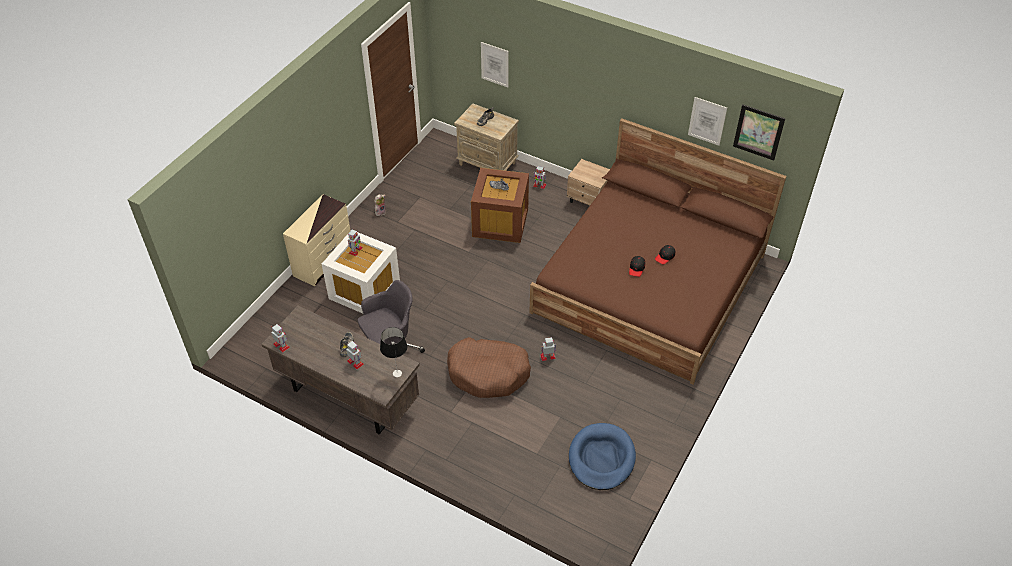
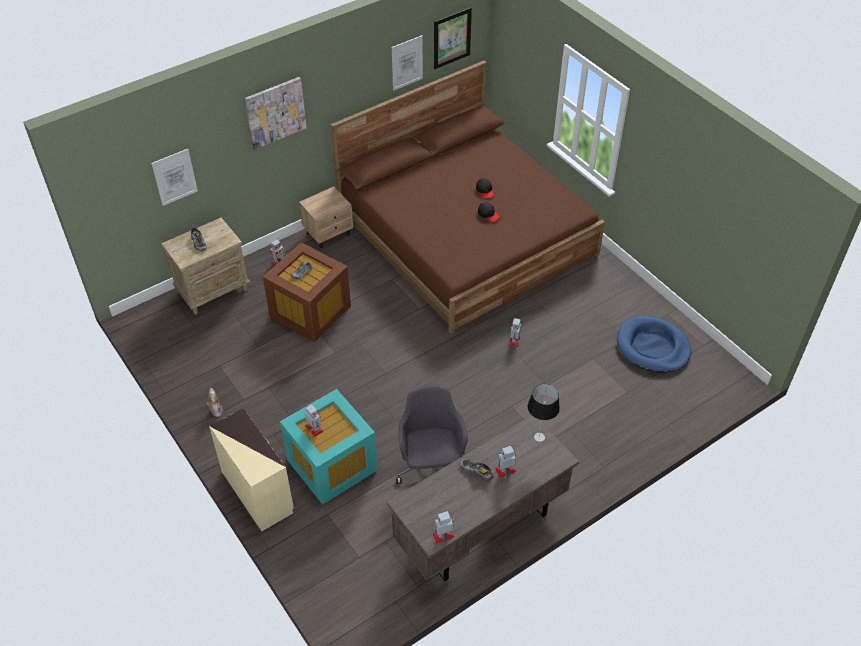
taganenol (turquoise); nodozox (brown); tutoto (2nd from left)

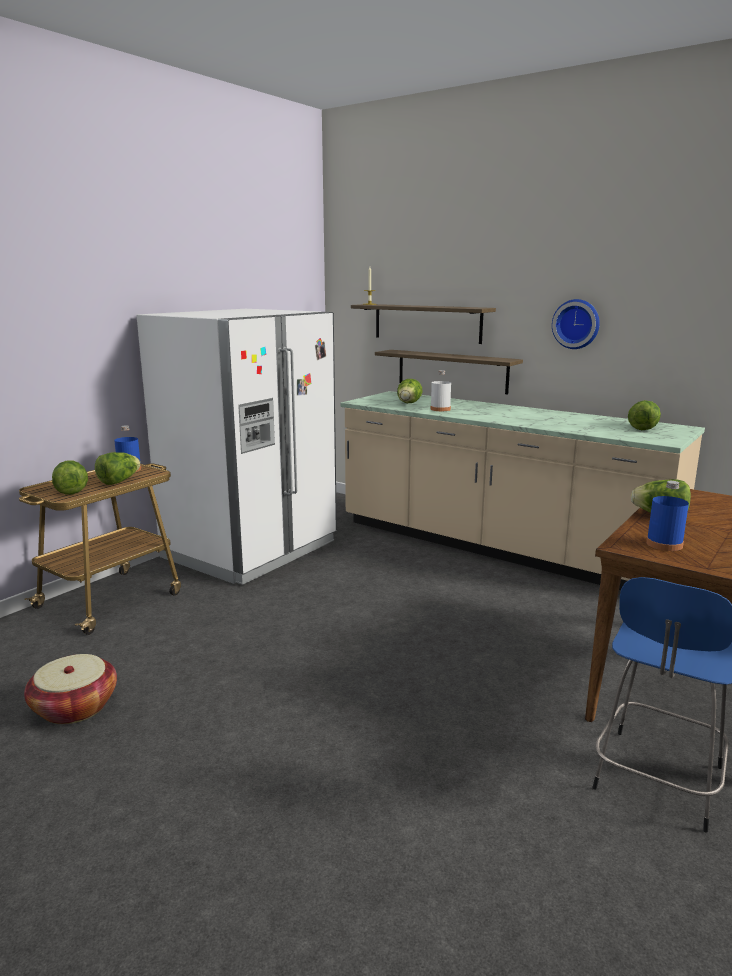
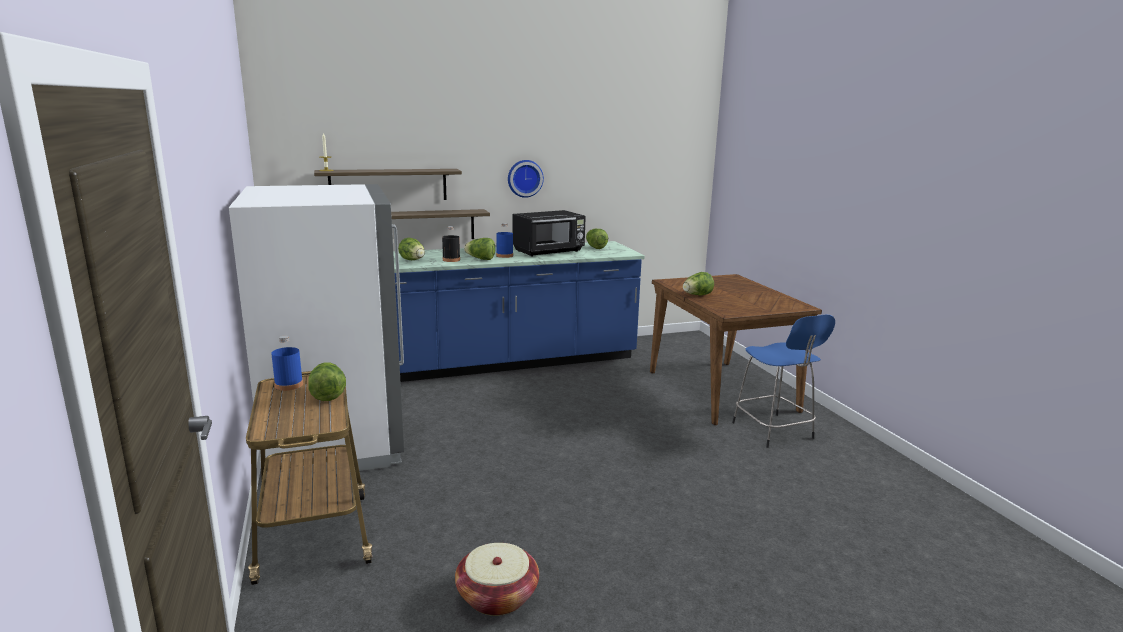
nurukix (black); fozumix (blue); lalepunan (3rd from left); nurukix (blue) (2nd from left); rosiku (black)

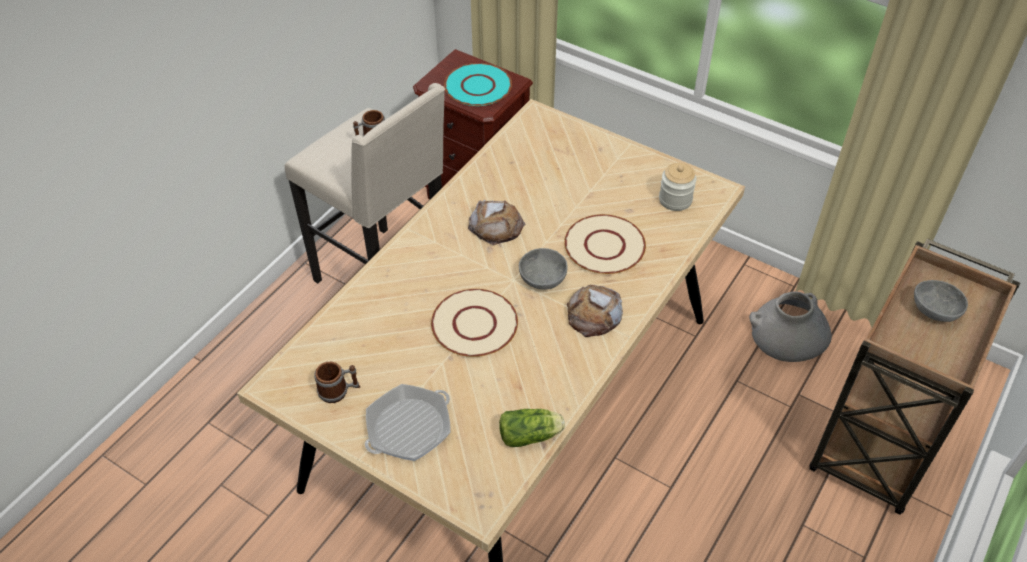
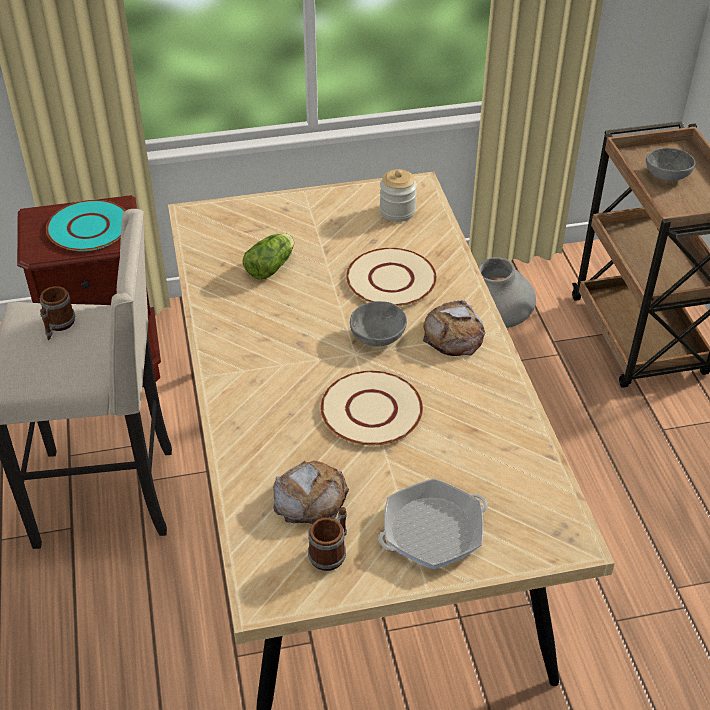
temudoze (1st from left); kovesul; lalepunan

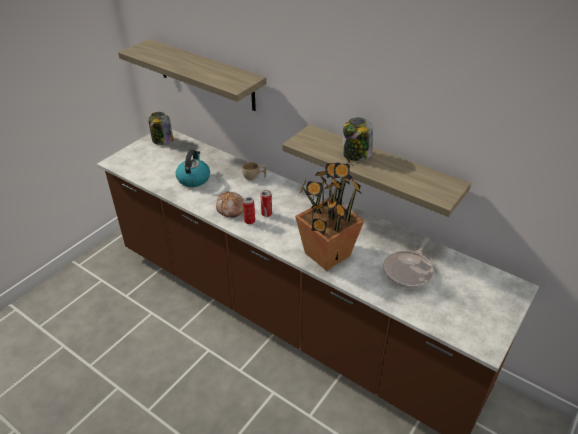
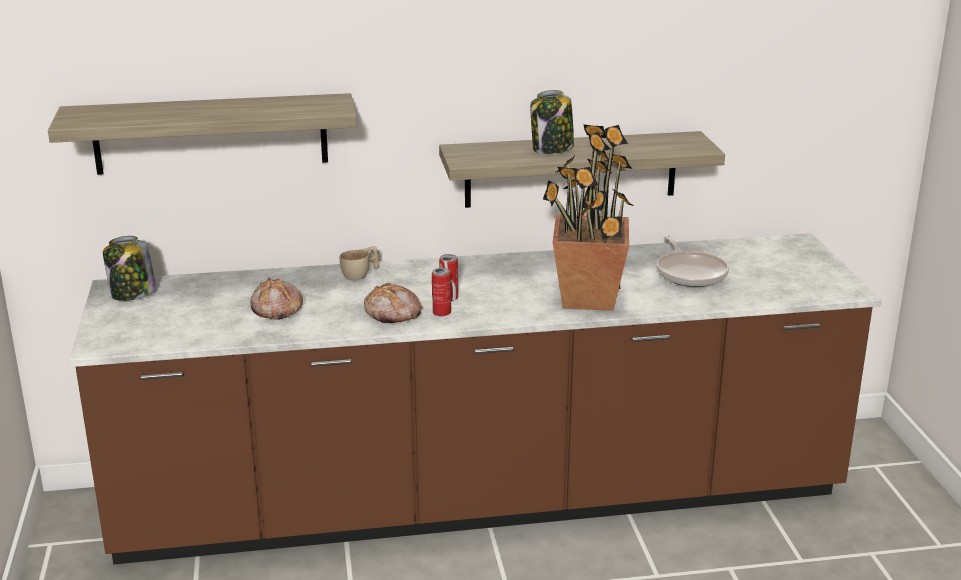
temudoze (1st from left)

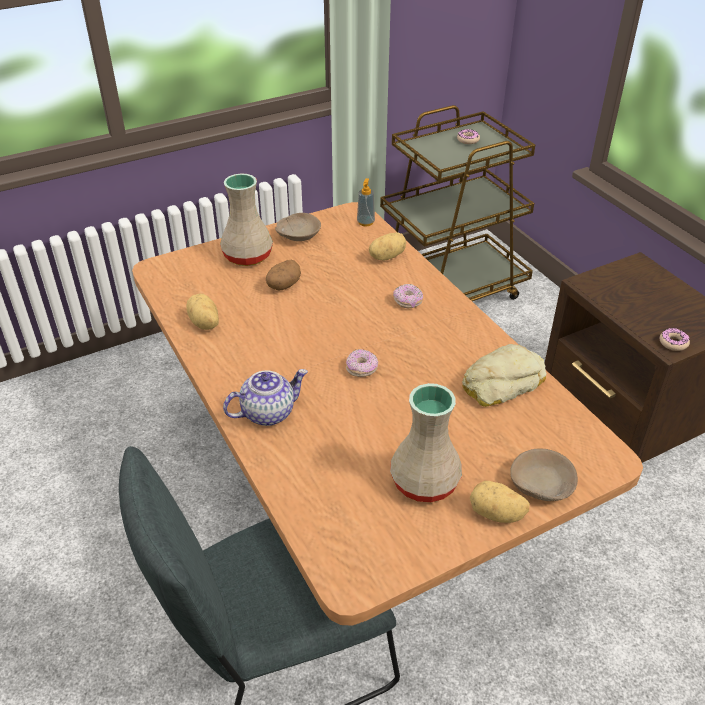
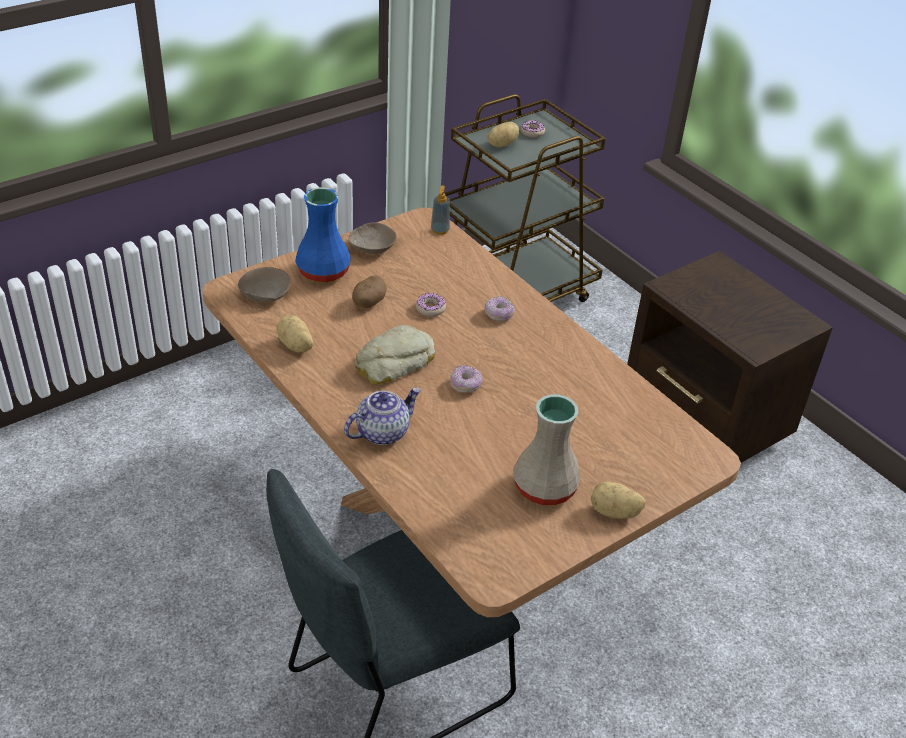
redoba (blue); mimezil (3rd from left); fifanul (1st from left); temudoze; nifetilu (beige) (1st from left)

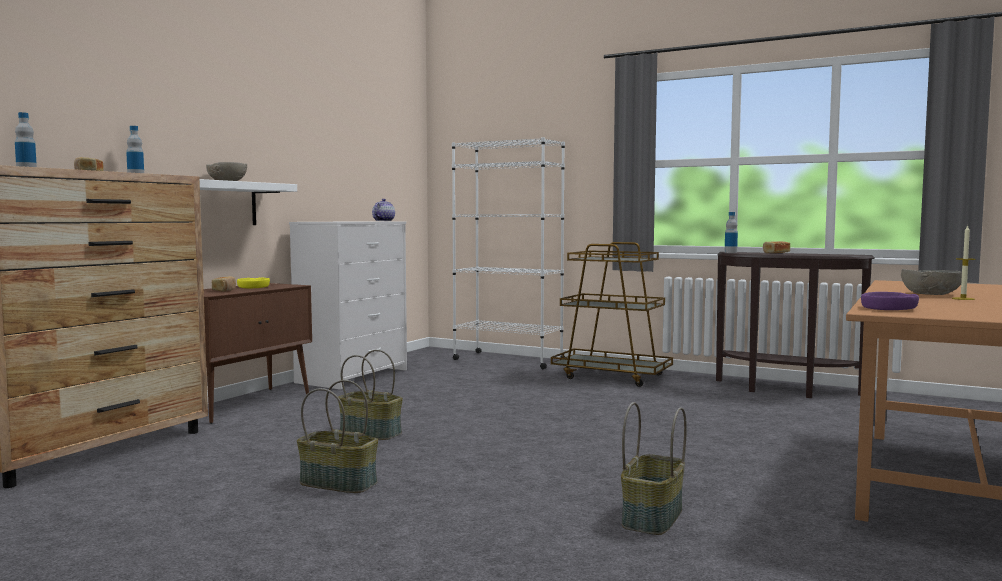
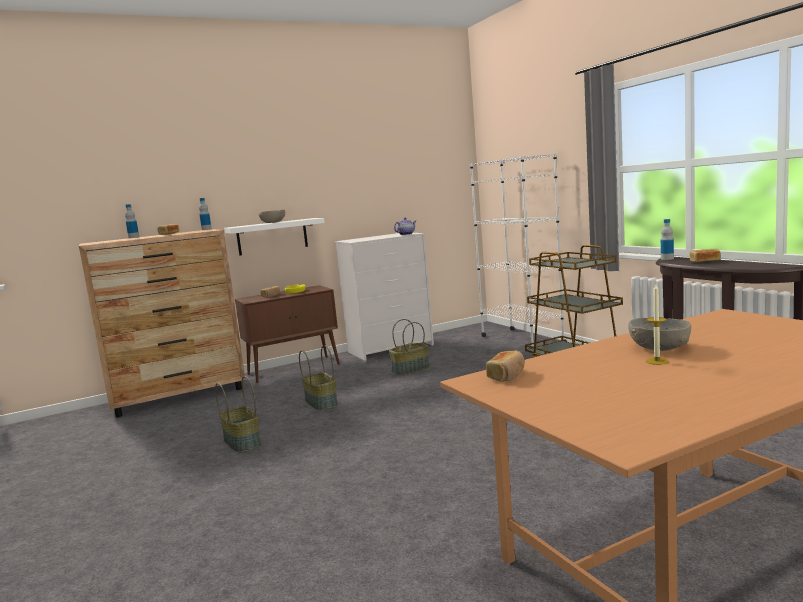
temudoze (3rd from left); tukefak (3rd from left)

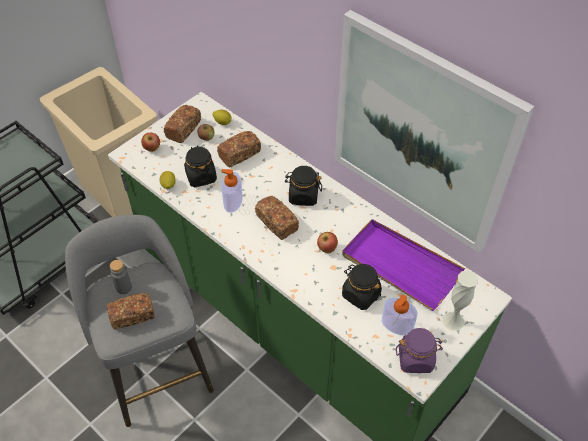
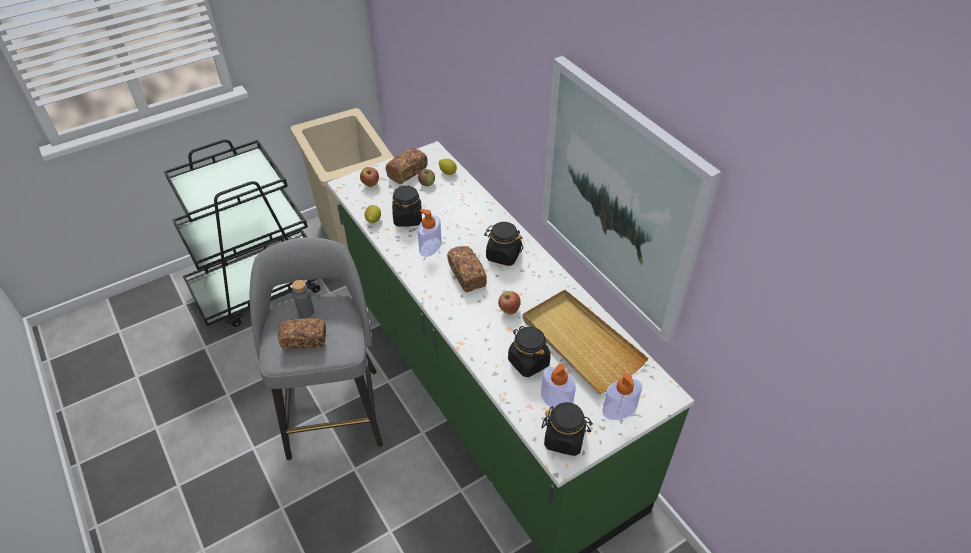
temudoze (3rd from left in the first image); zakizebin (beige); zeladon (3rd from left); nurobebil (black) (4th from left)

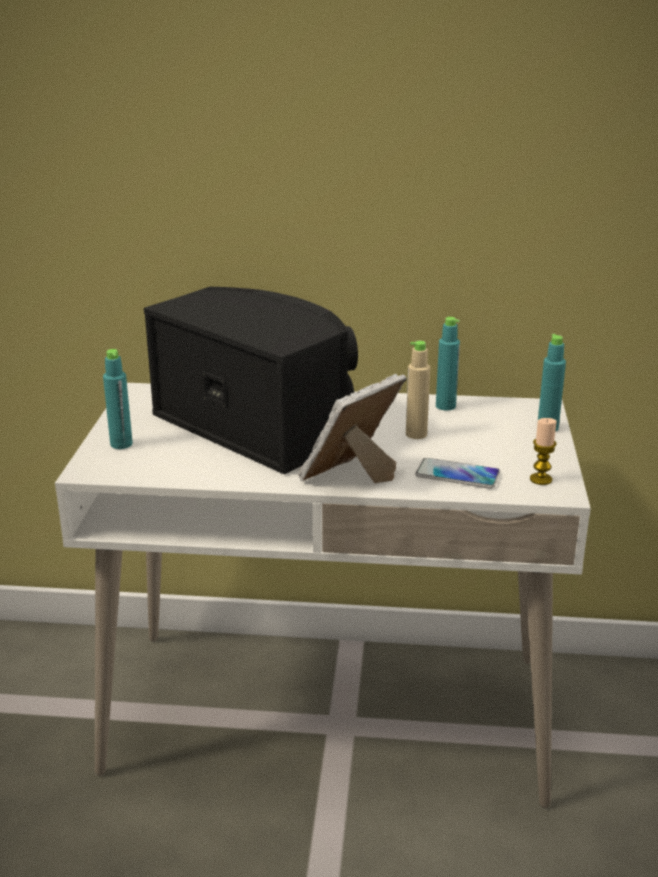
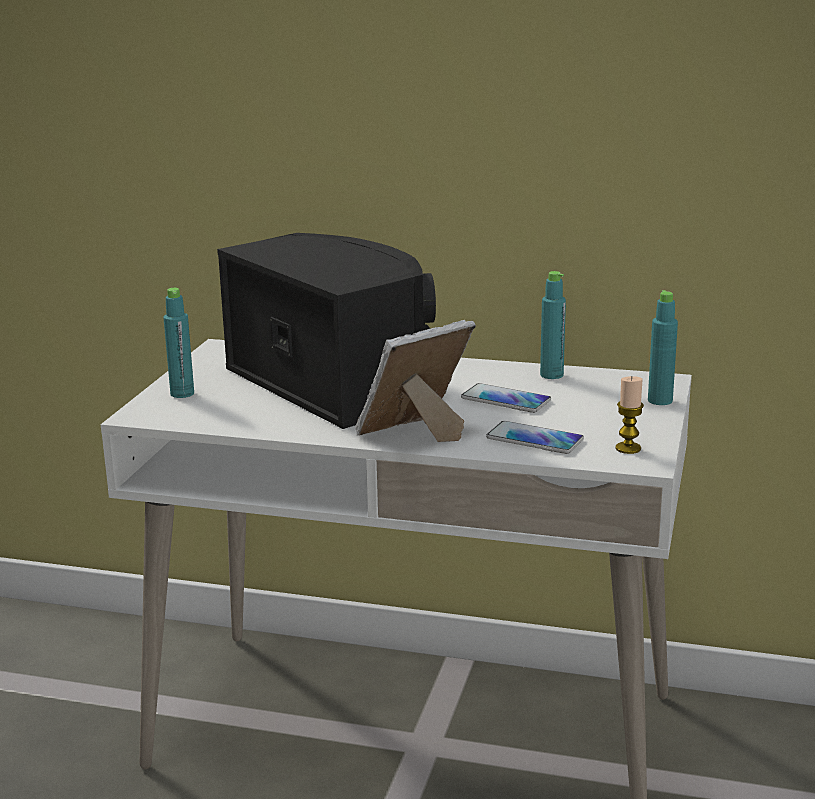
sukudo (1st from left)

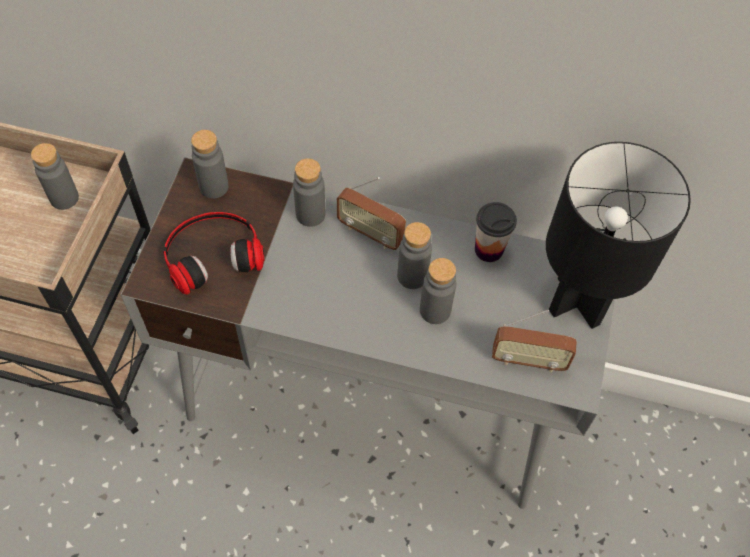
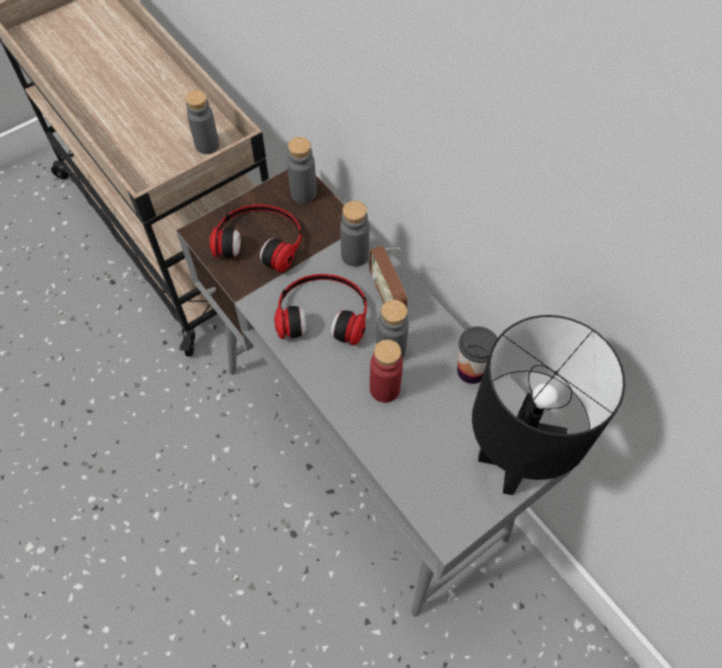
nurukix (red); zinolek (2nd from left in the first image); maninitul (2nd from left)

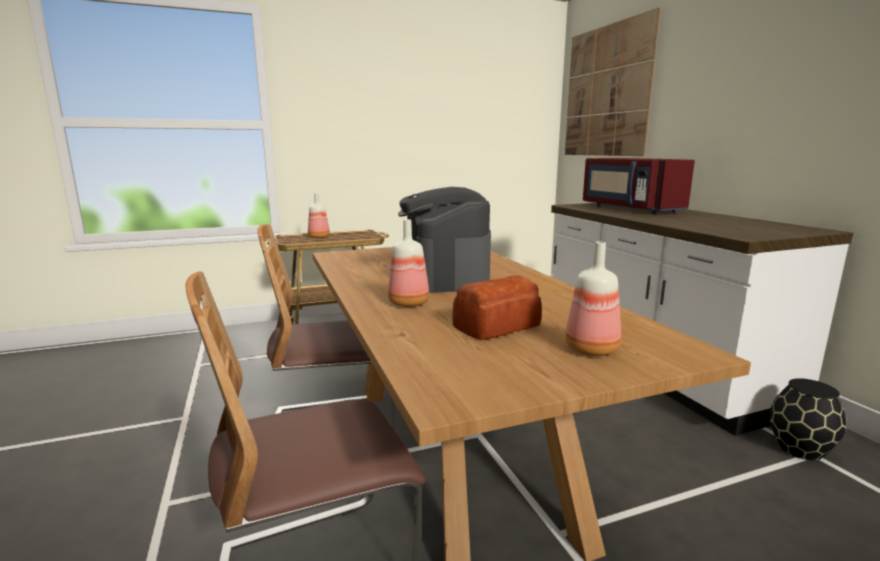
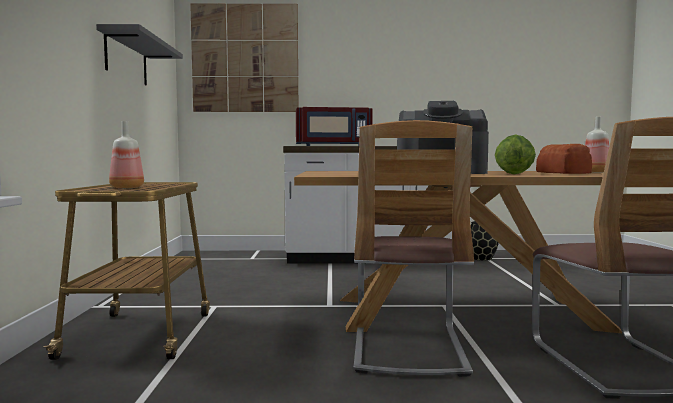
lalepunan; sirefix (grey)

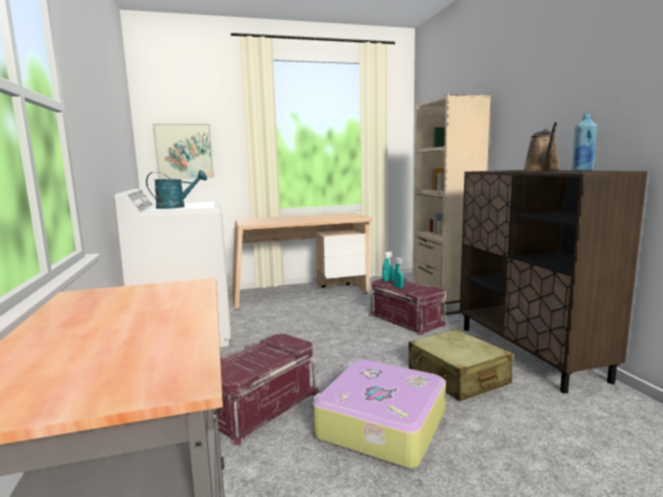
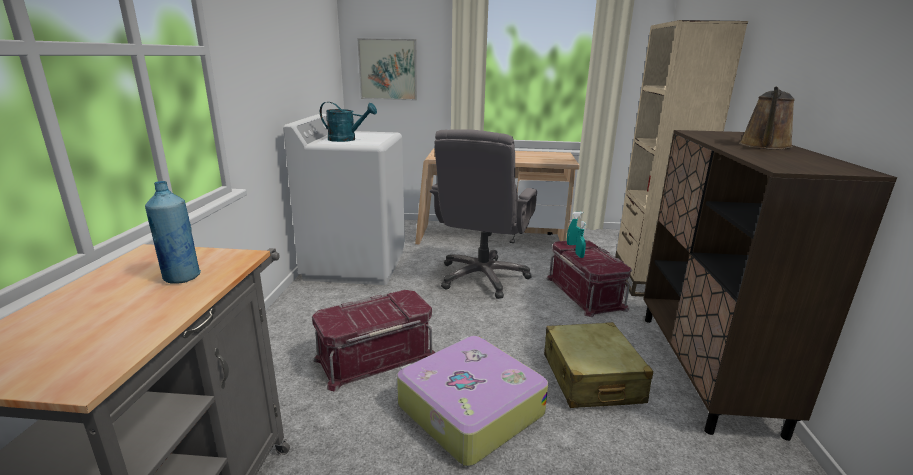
nurukix (blue); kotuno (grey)

